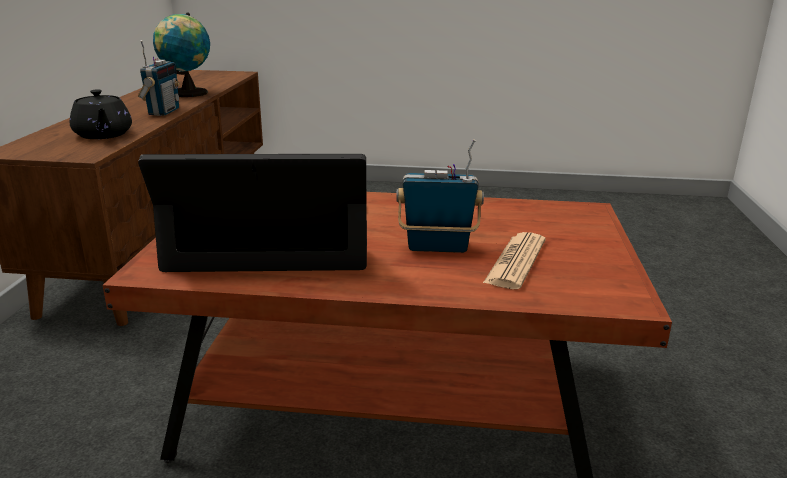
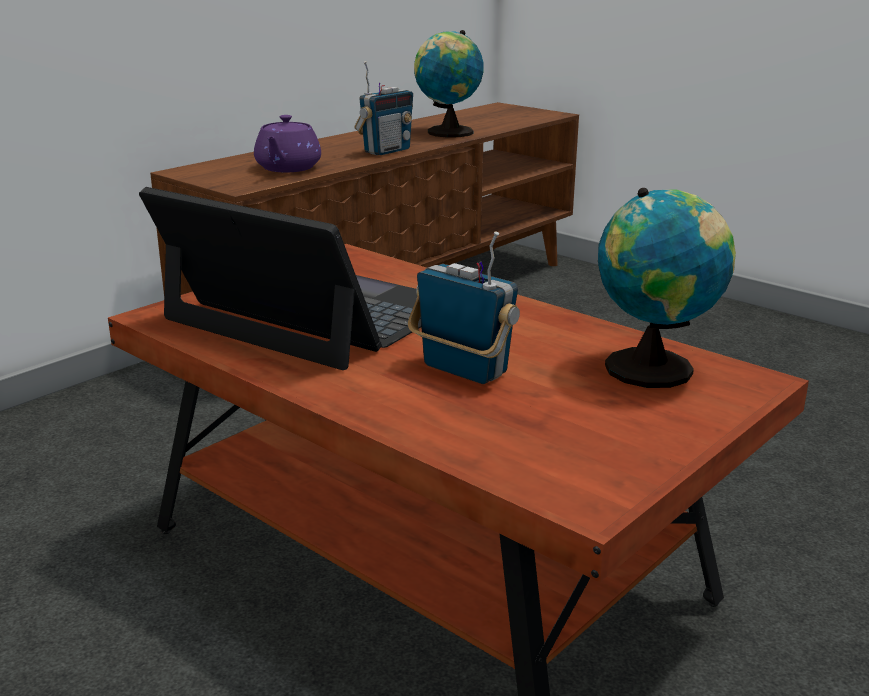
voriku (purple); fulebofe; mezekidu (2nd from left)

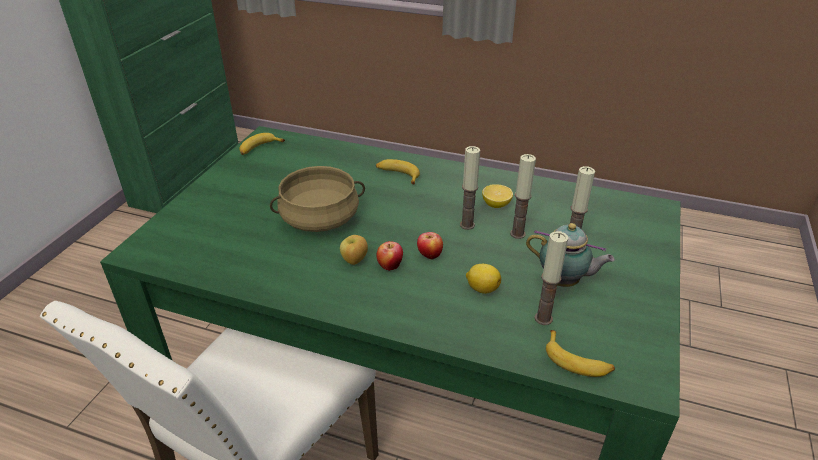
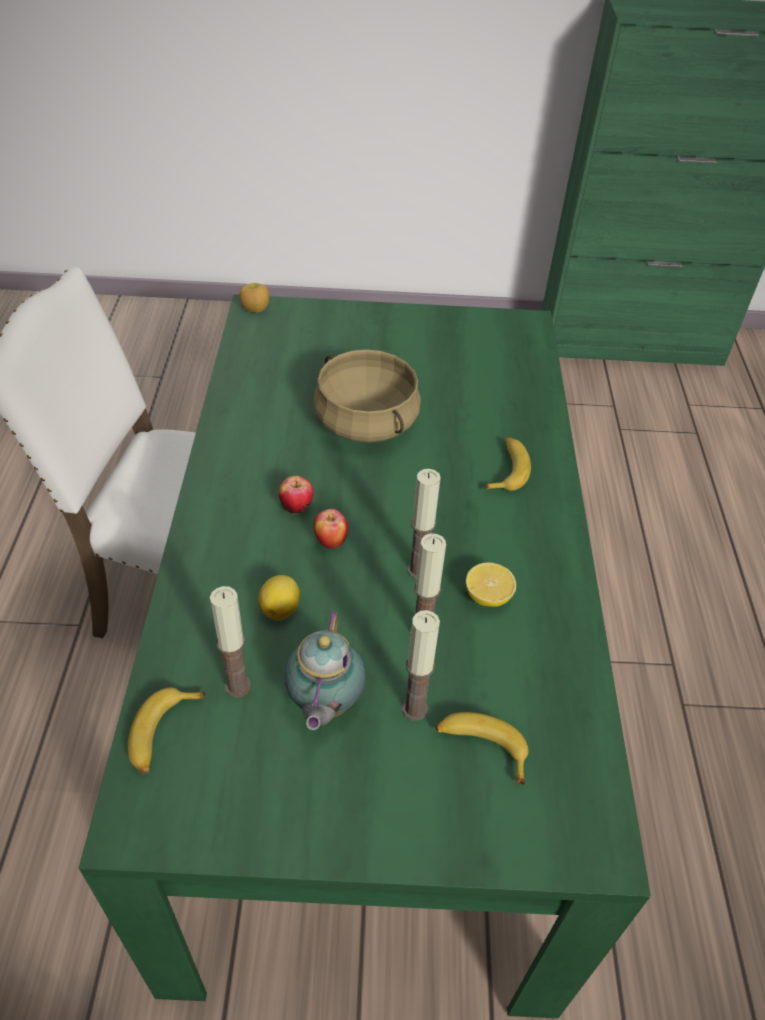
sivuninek (2nd from left); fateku (1st from left)

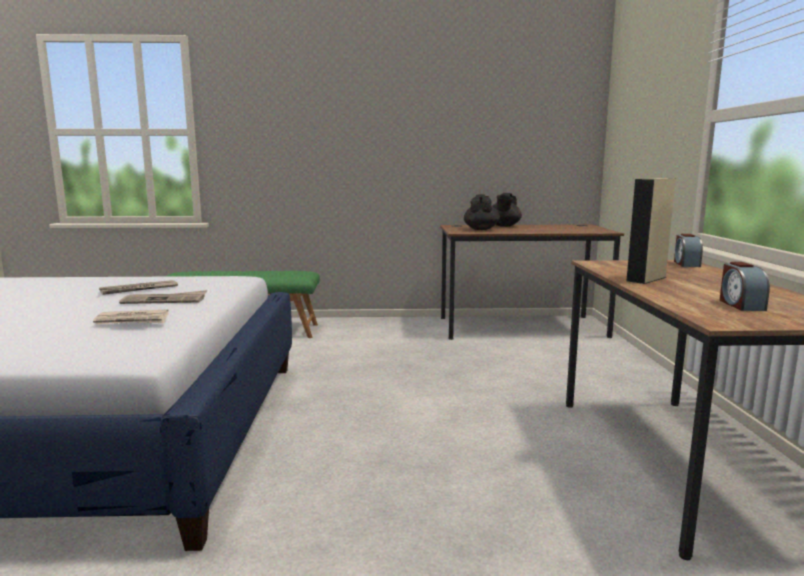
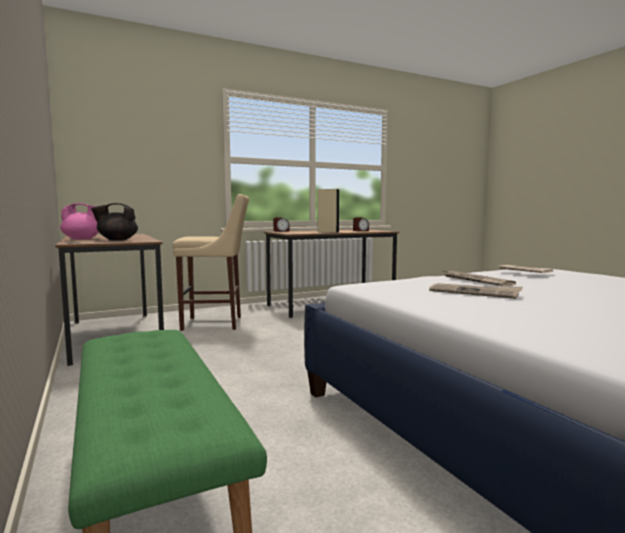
voriku (pink); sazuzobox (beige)

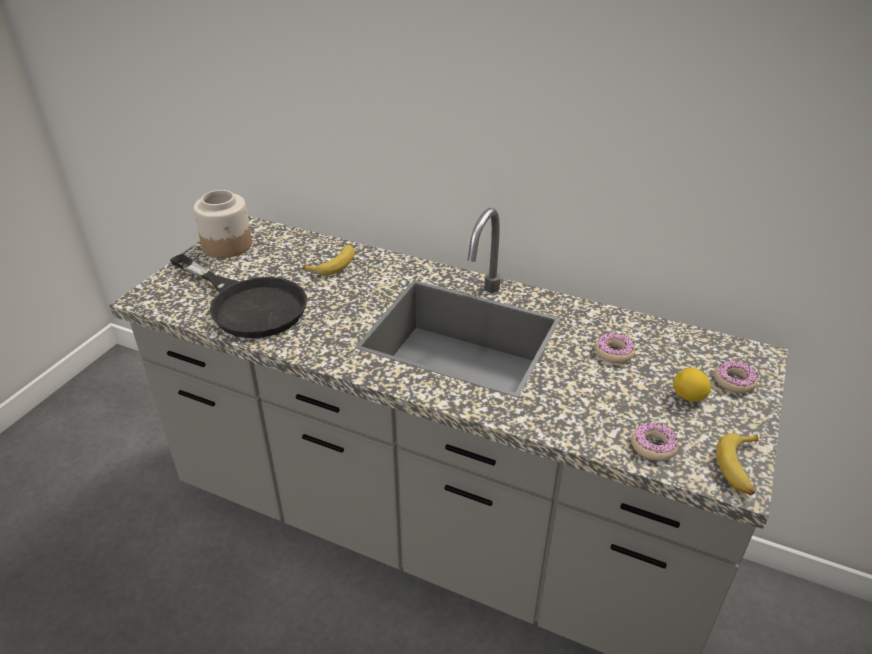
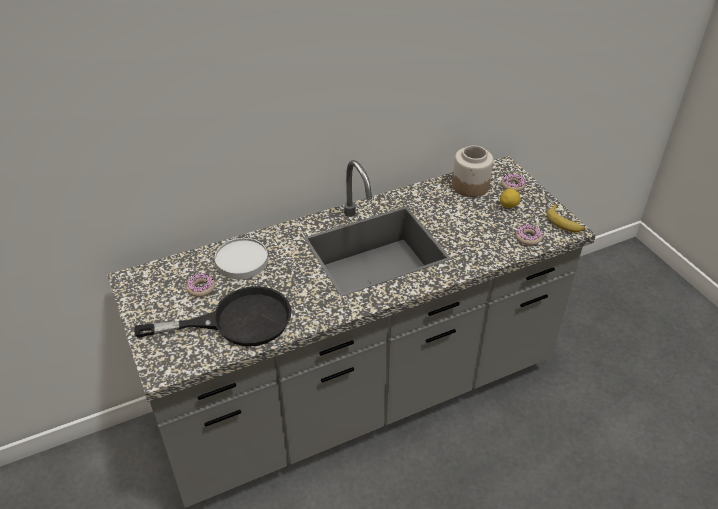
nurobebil; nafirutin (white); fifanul (1st from left)

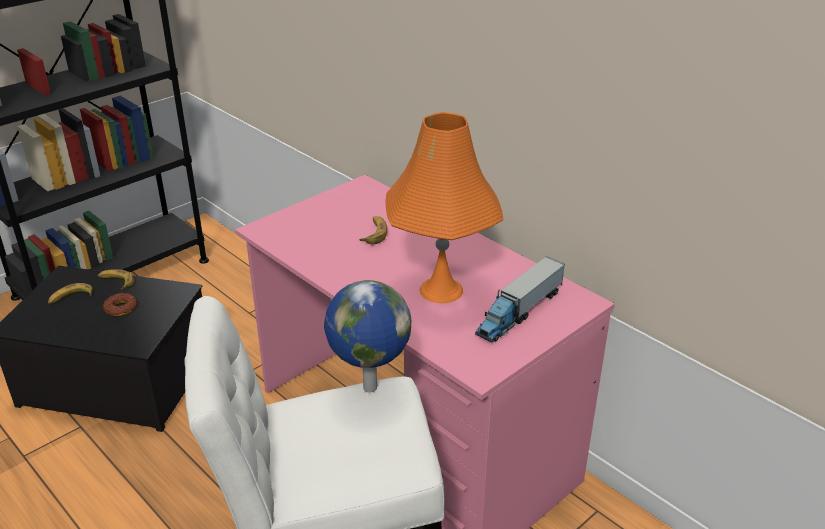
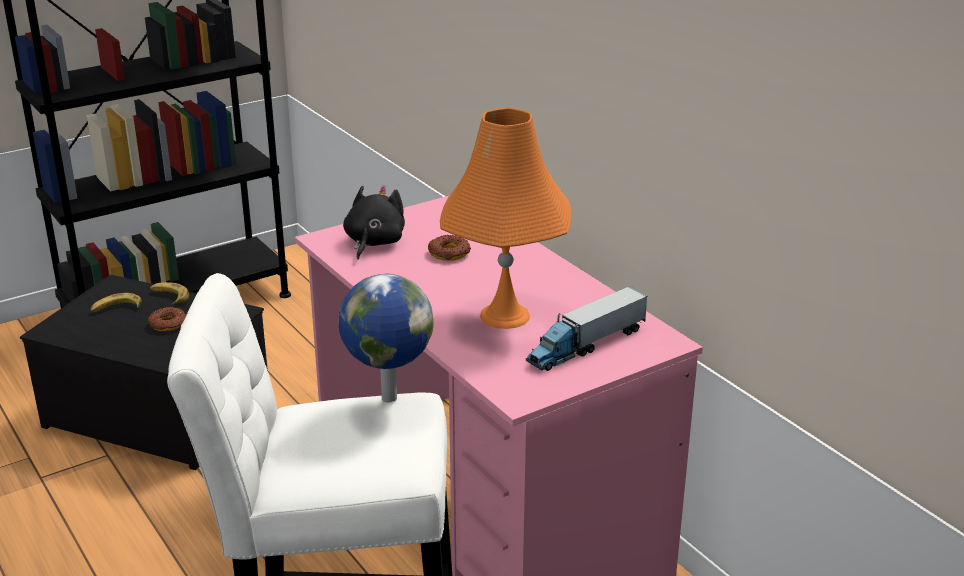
fifanul (2nd from left); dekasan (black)

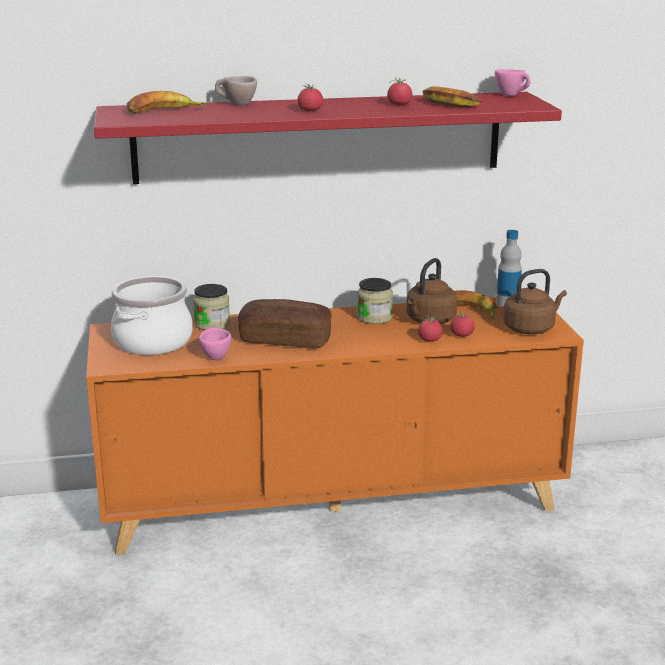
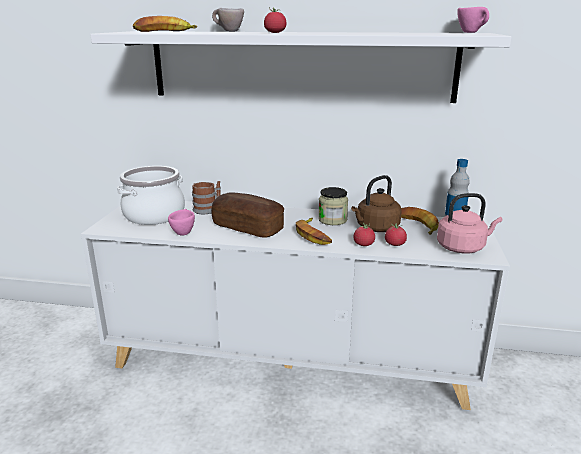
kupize (2nd from left in the first image); sivuninek (2nd from left); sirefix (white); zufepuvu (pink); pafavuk; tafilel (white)

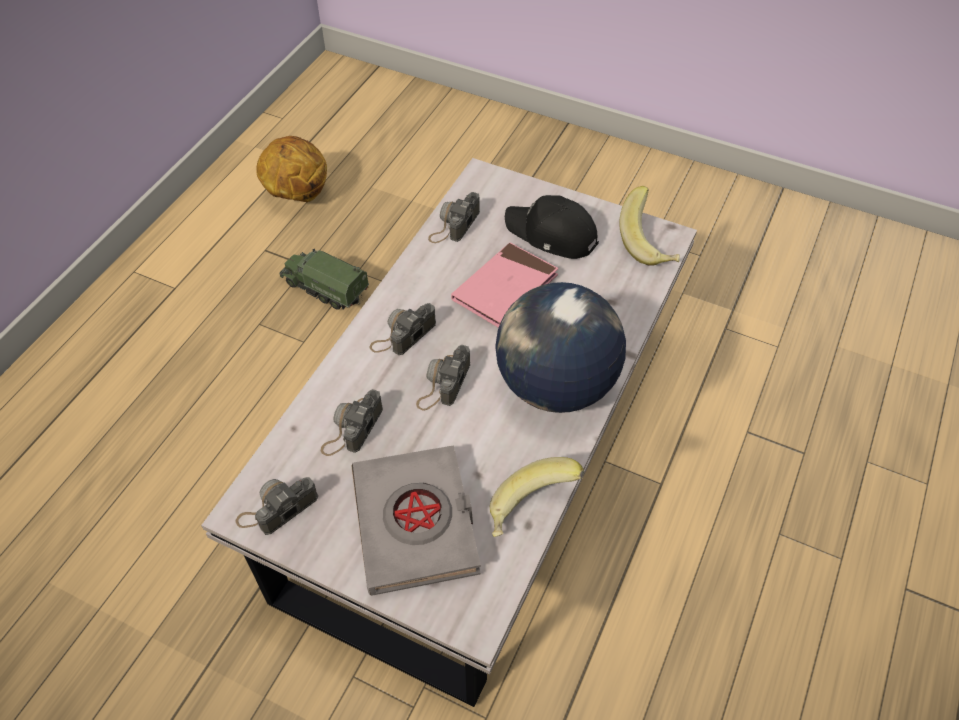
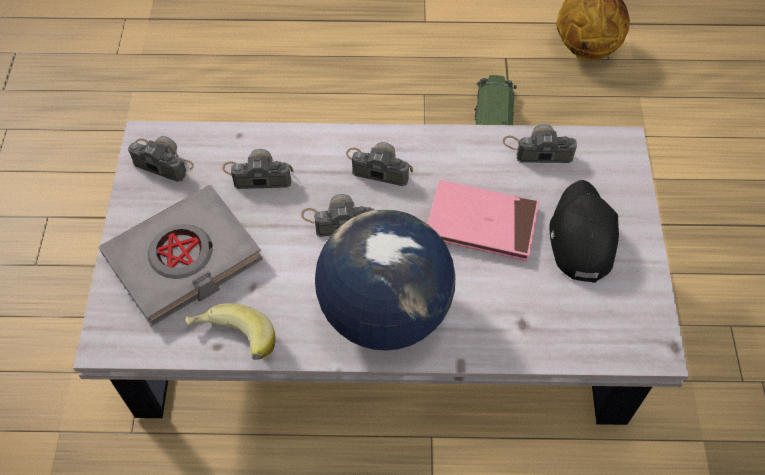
sivuninek (2nd from left in the first image)

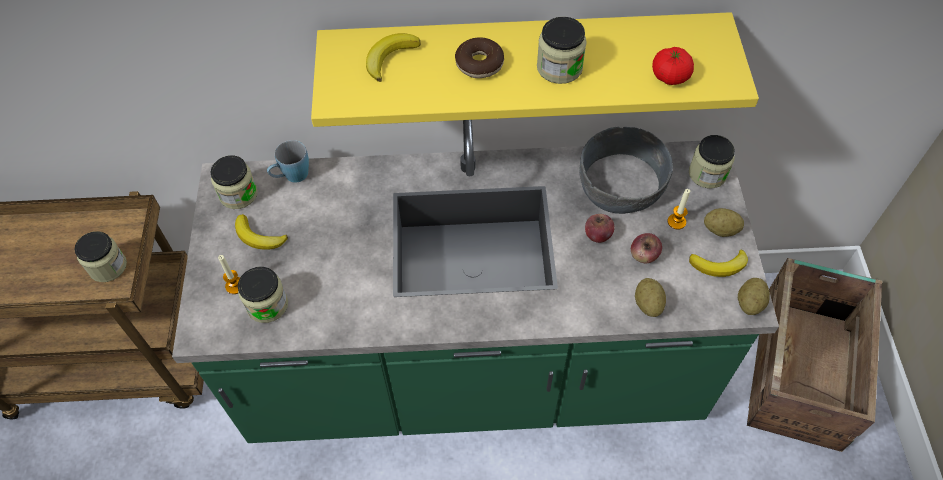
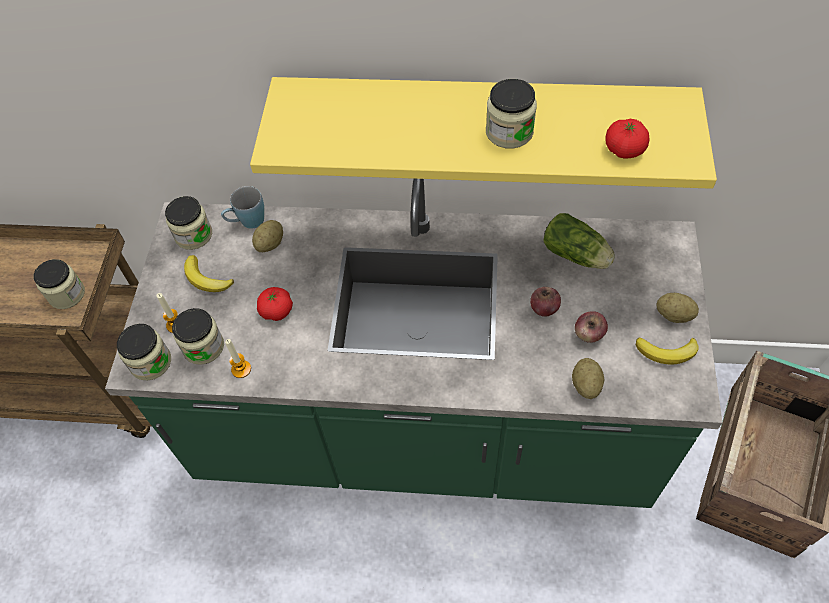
sivuninek (2nd from left in the first image); fifanul; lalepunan; nurobebil (2nd from left); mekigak (2nd from left); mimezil (1st from left); kupize (1st from left)

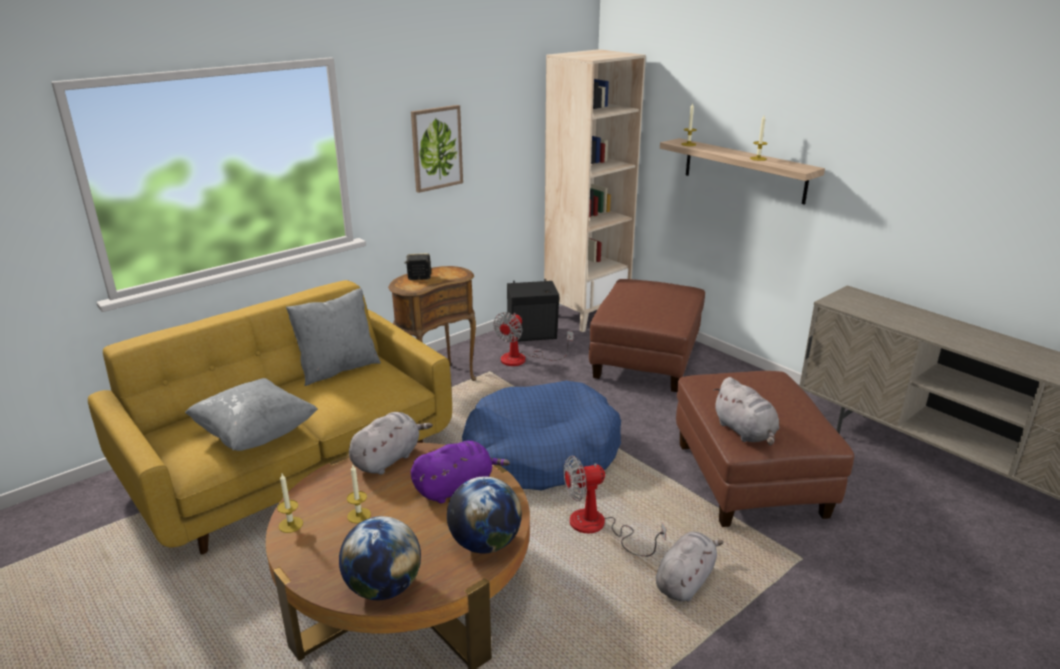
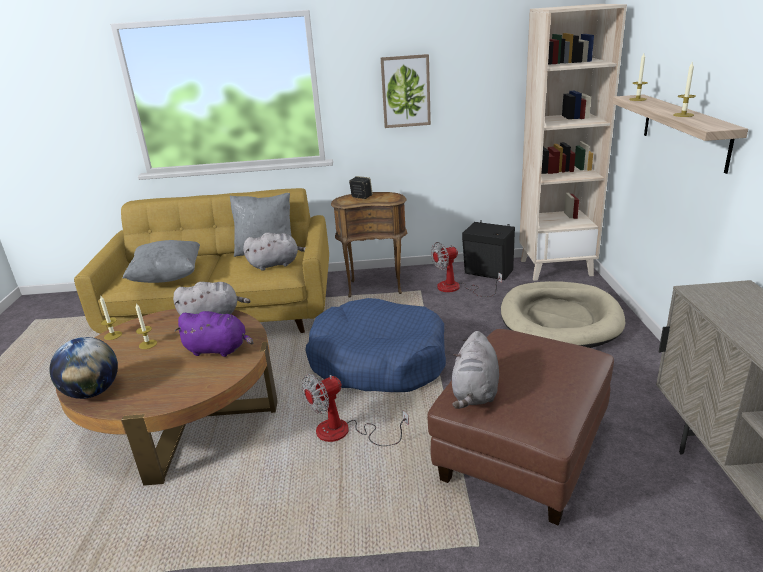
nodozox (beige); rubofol (1st from left); mezekidu (2nd from left in the first image); dekasan (grey) (2nd from left)

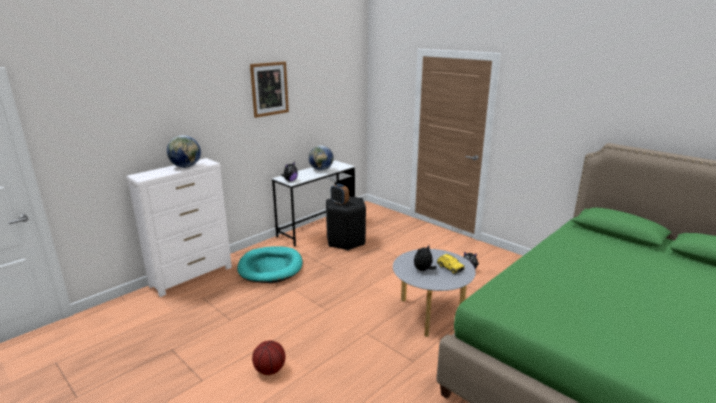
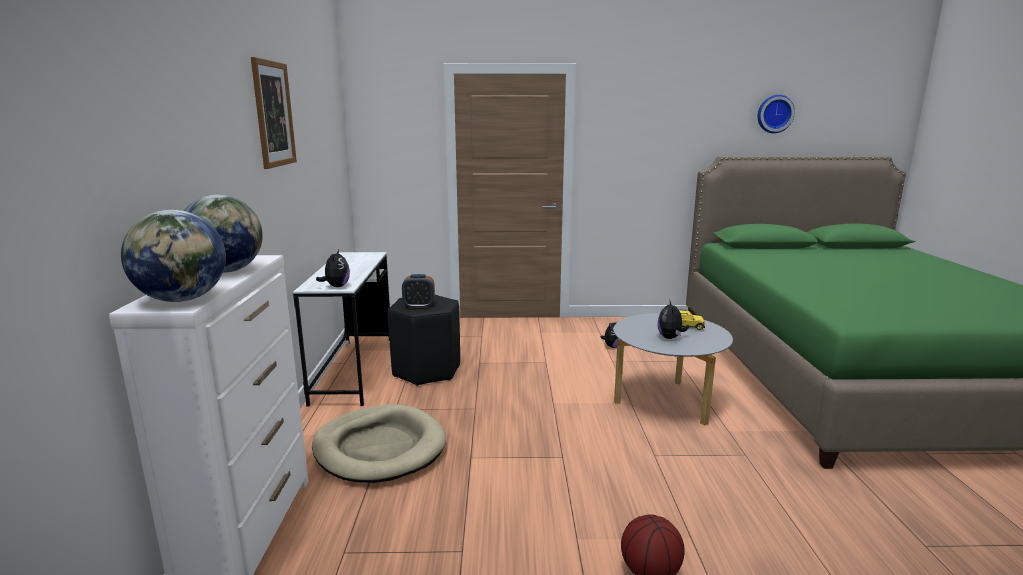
mezekidu (1st from left); nodozox (beige); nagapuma

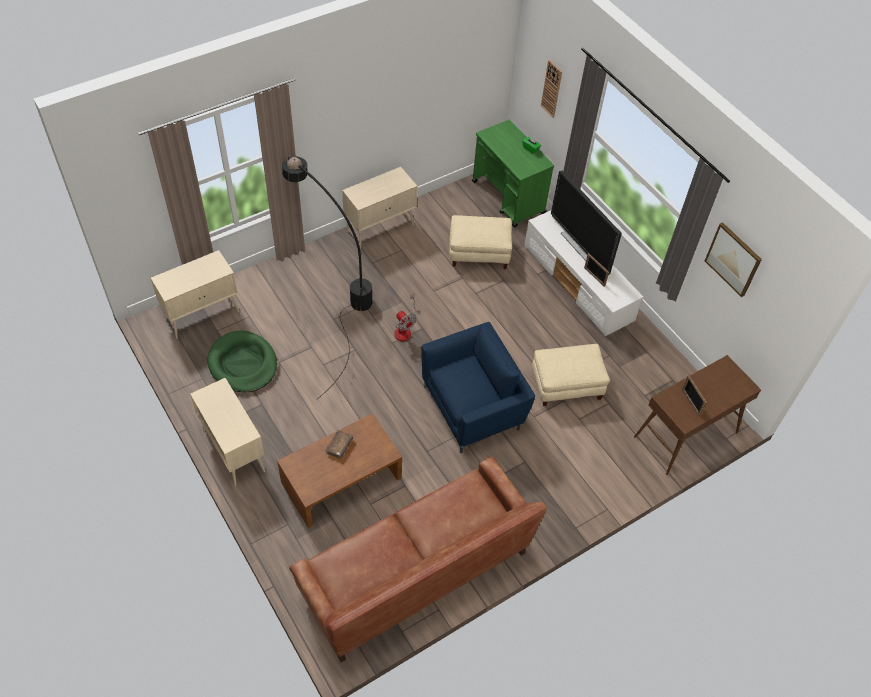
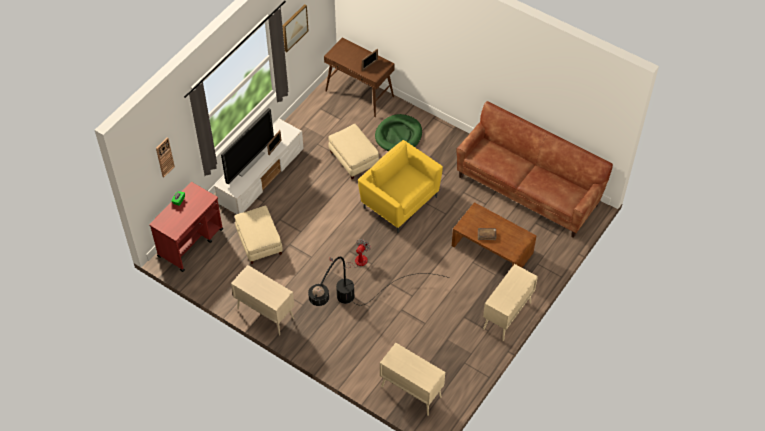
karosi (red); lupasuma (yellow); nodozox (green)

